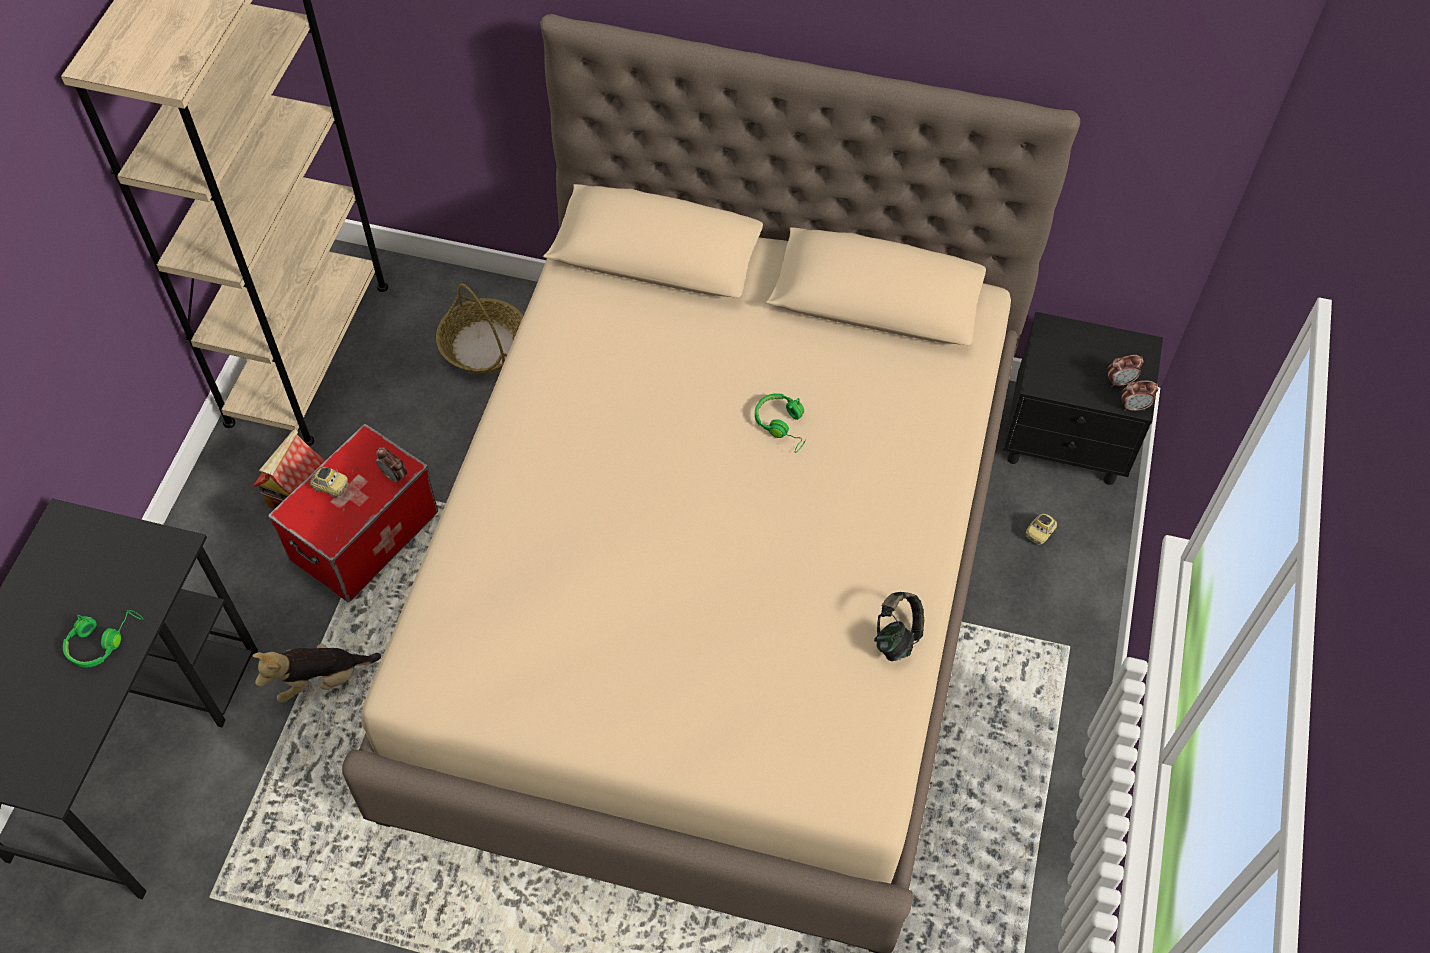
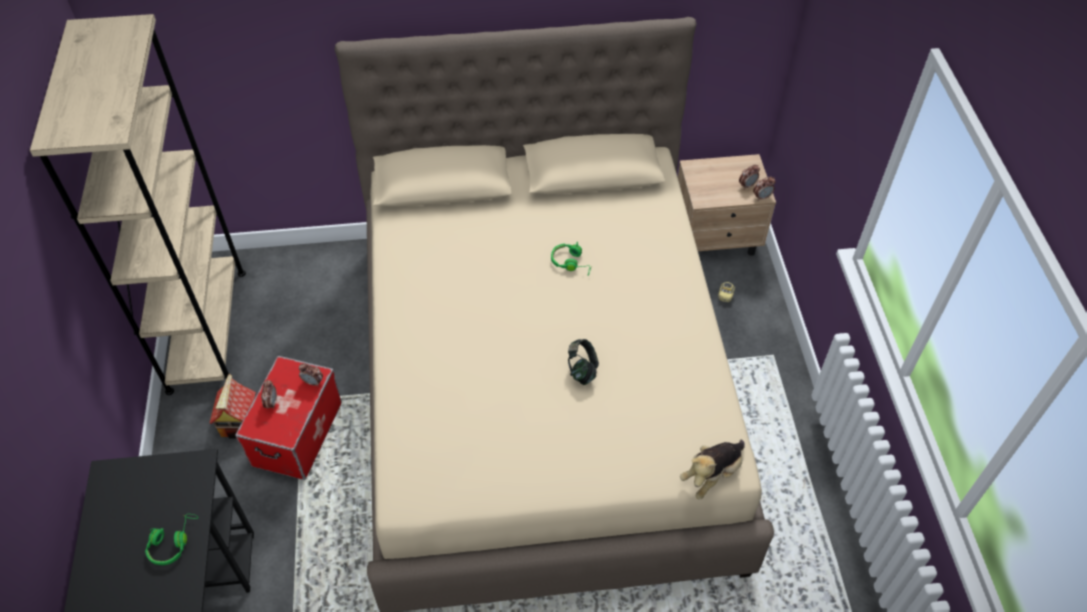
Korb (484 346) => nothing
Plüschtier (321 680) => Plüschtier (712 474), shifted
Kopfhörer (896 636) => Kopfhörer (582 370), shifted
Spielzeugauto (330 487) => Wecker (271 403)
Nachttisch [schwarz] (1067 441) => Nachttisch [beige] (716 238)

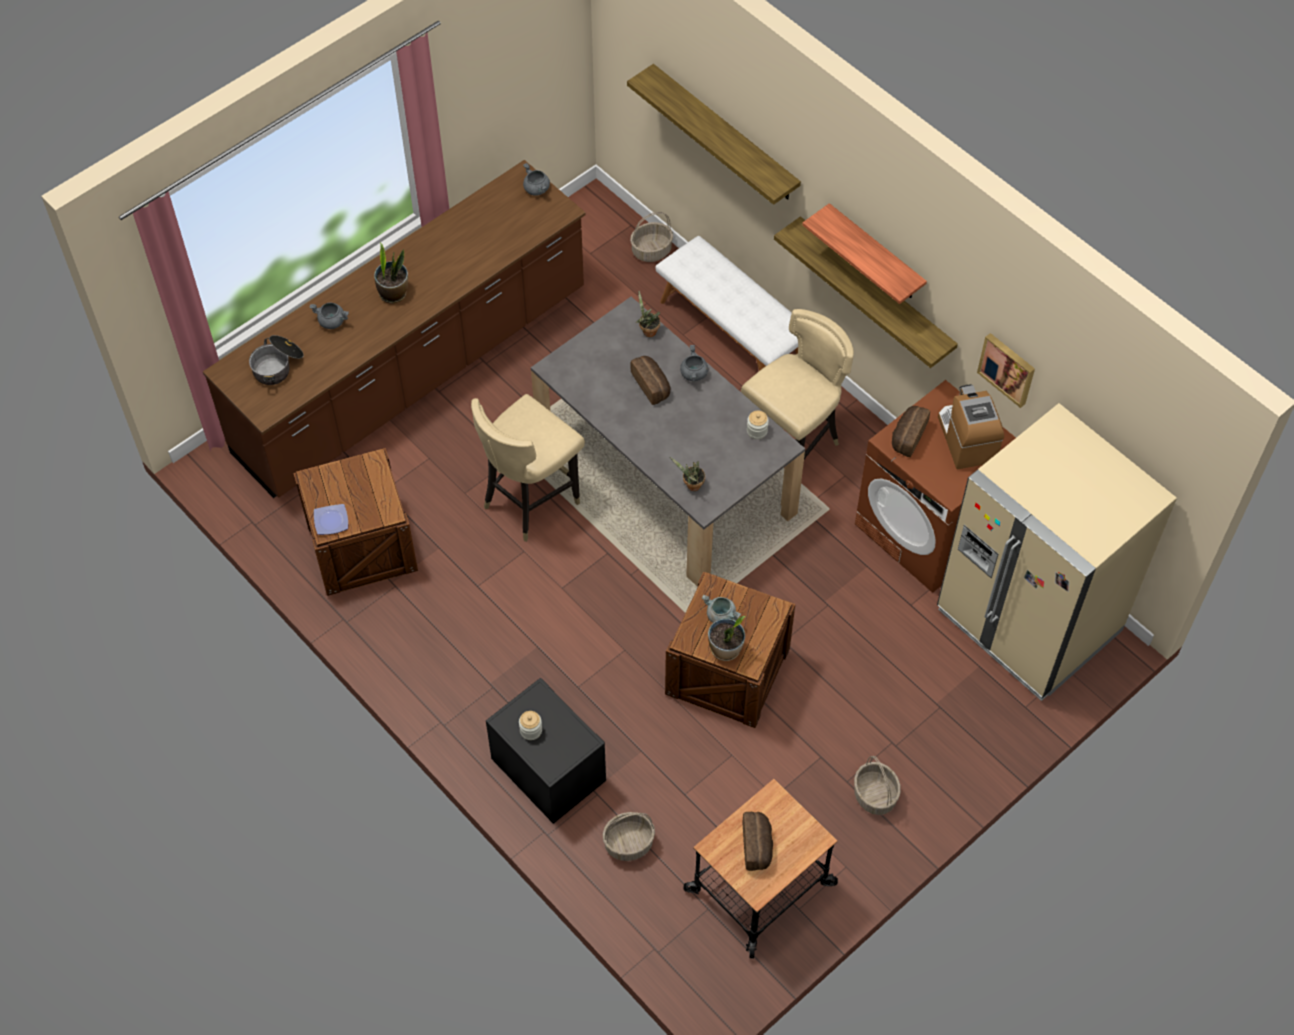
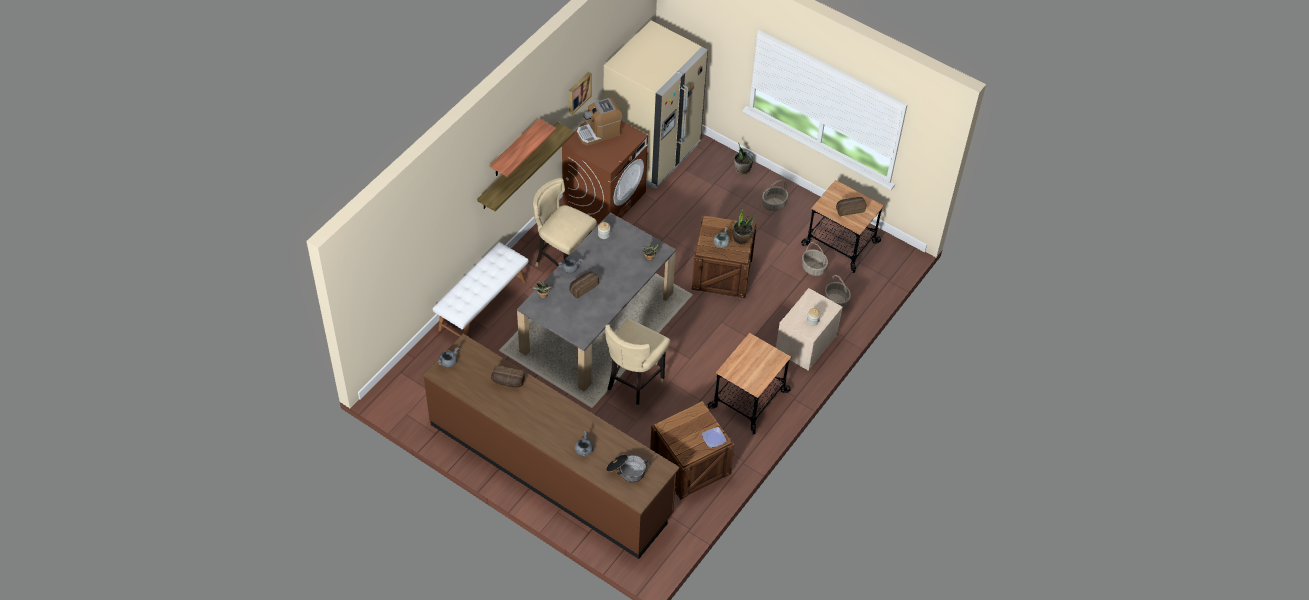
Wandregal (725 134) => nothing
nothing => Rollwagen (749 400)
Topfpflanze (393 293) => Topfpflanze (742 169), shifted
Korb (651 250) => Korb (813 268), shifted
Brot (907 436) => Brot (507 382), shifted
Nachttisch [schwarz] (548 768) => Nachttisch [beige] (805 343)
Stuhl [beige] (530 501) => Stuhl [beige] (633 385), 90 degrees clockwise

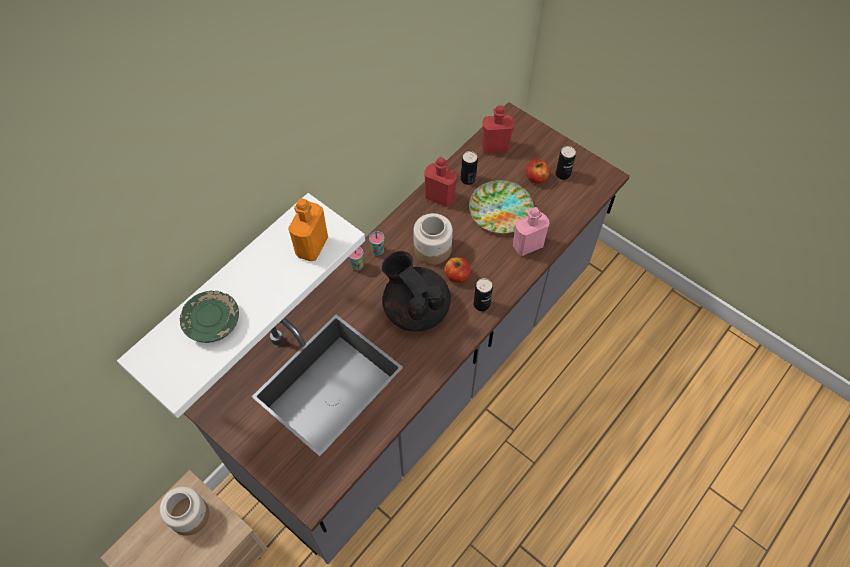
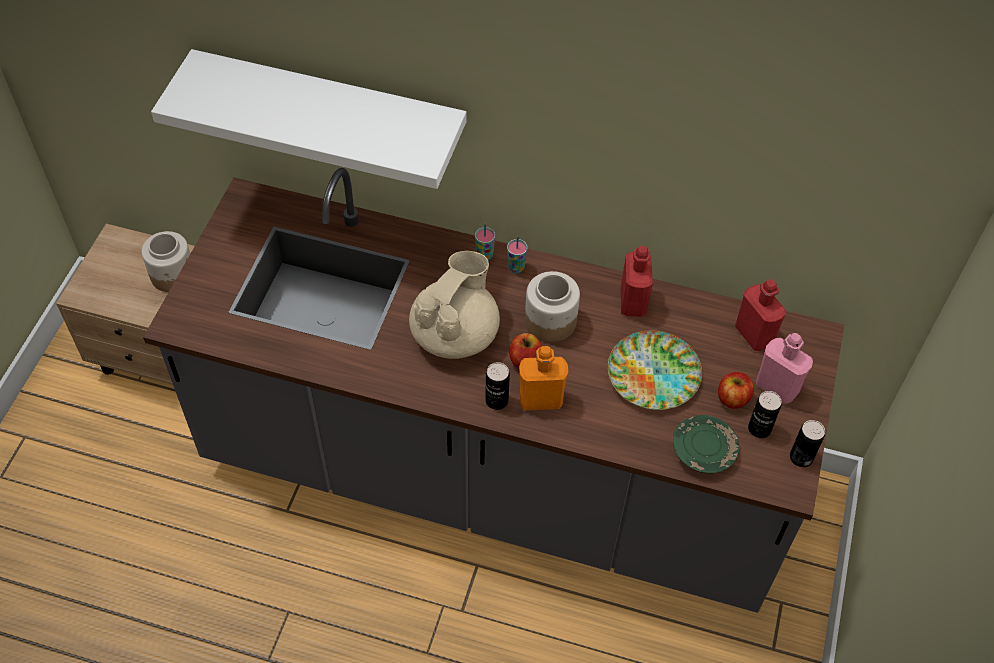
Teller [grün] (212 322) => Teller [grün] (703 450), shifted
Flasche [orange] (312 246) => Flasche [orange] (541 399), shifted
Dose (468 179) => Dose (801 457), shifted
Flasche [rosa] (527 245) => Flasche [rosa] (777 387), shifted
Teekanne [schwarz] (415 308) => Teekanne [beige] (455 334)

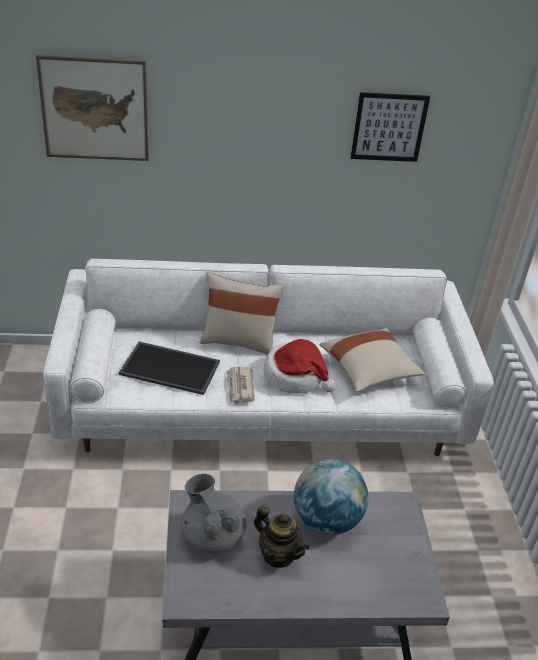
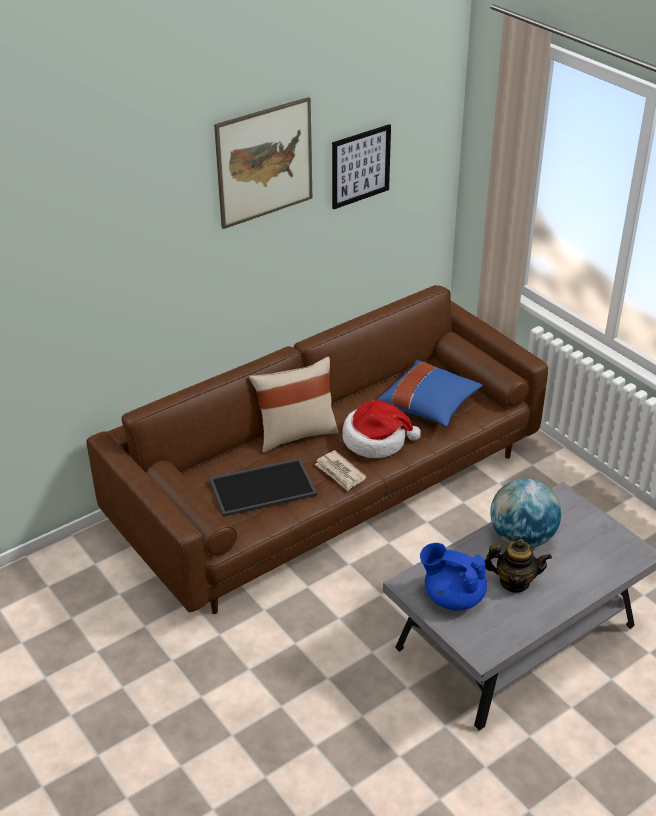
Bild (95 109) => Bild (264 162), shifted
Sofa [weiß] (262 404) => Sofa [braun] (328 489)
Teekanne [grau] (212 535) => Teekanne [blau] (452 597)
Kissen [beige] (369 371) => Kissen [blau] (429 406)

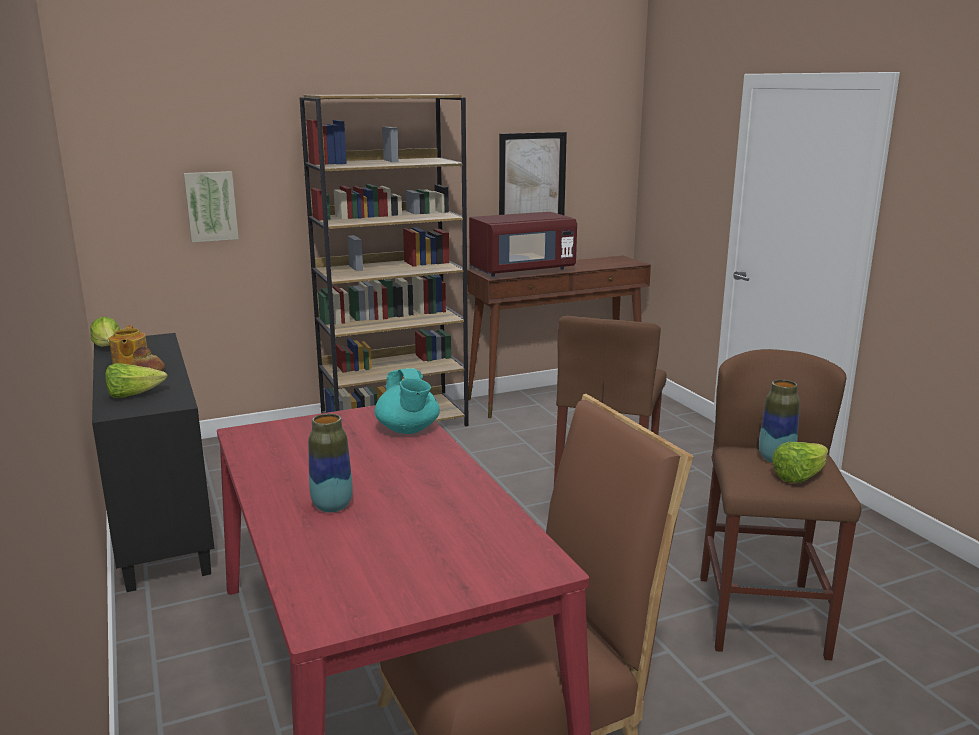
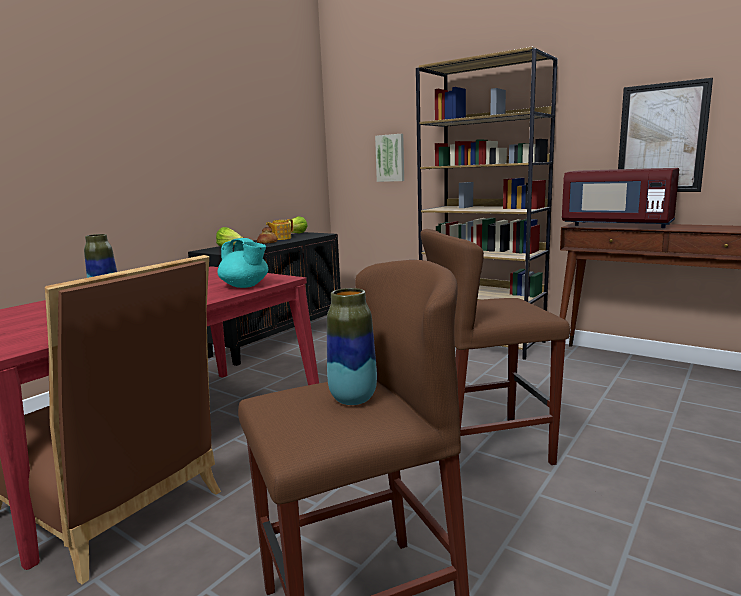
Salatkopf (799 477) => nothing
Teekanne [türkis] (408 430) => Teekanne [türkis] (245 286), 90 degrees counterclockwise

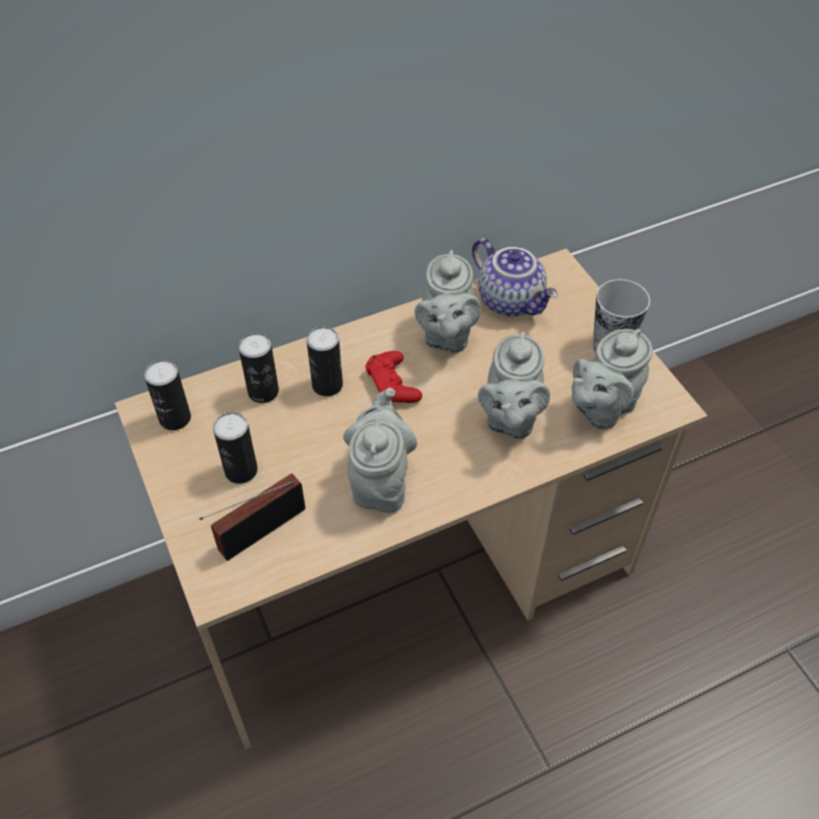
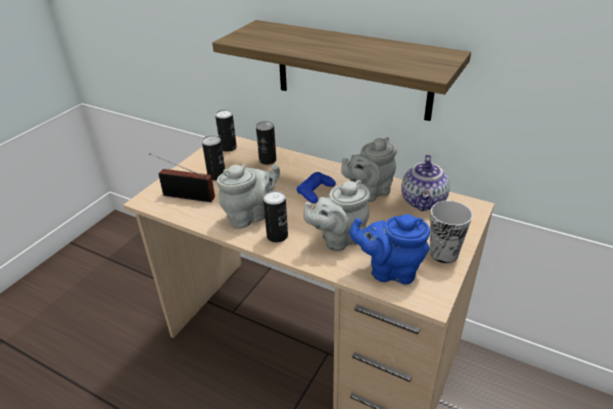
nothing => Wandregal (352 70)
Dose (327 385) => Dose (277 236), shifted
Gamepad [rot] (392 384) => Gamepad [blau] (315 191)
Teekanne [grau] (601 408) => Teekanne [blau] (390 270)

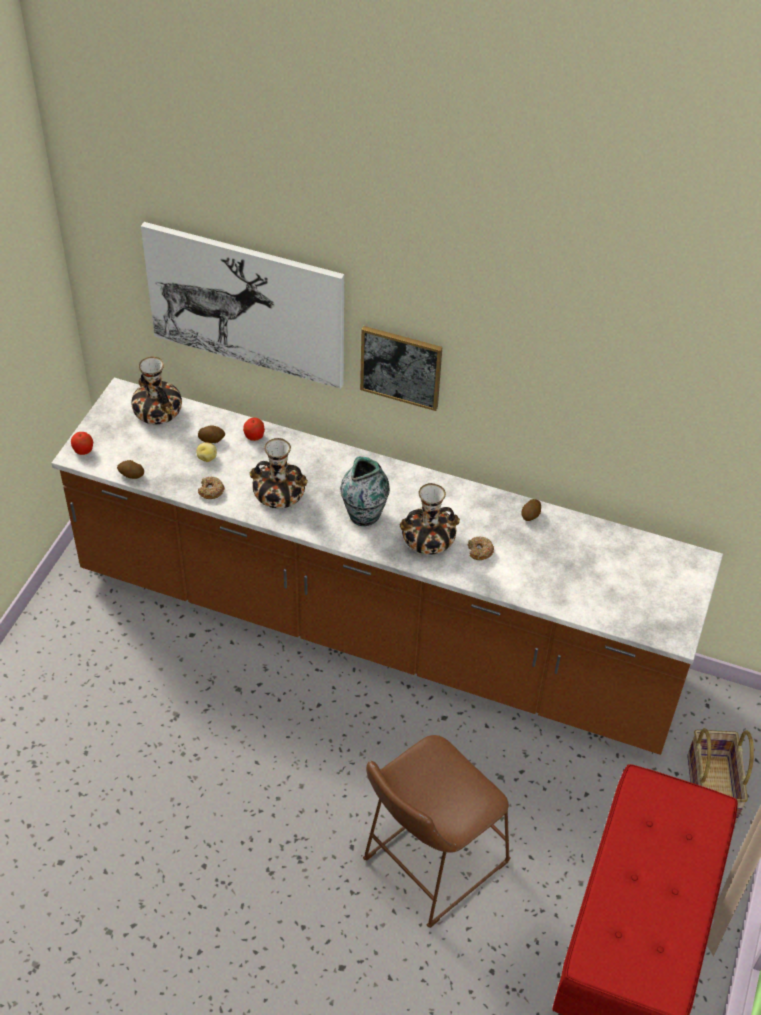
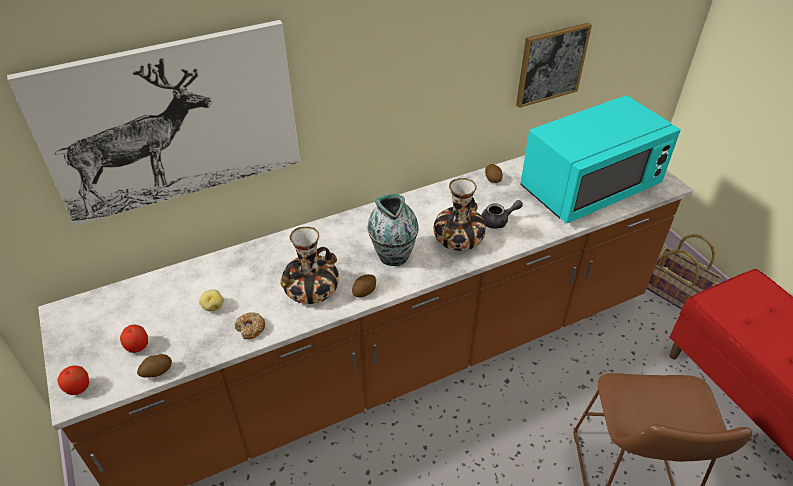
Vase (158 413) => nothing
nothing => Mikrowelle [türkis] (589 188)
Kartoffel (212 439) => Kartoffel (364 291), shifted
Apfel (254 437) => Apfel (138 346), shifted
Bild (401 367) => Bild (551 64), shifted
Donut (479 551) => Teekanne [grau] (498 221)

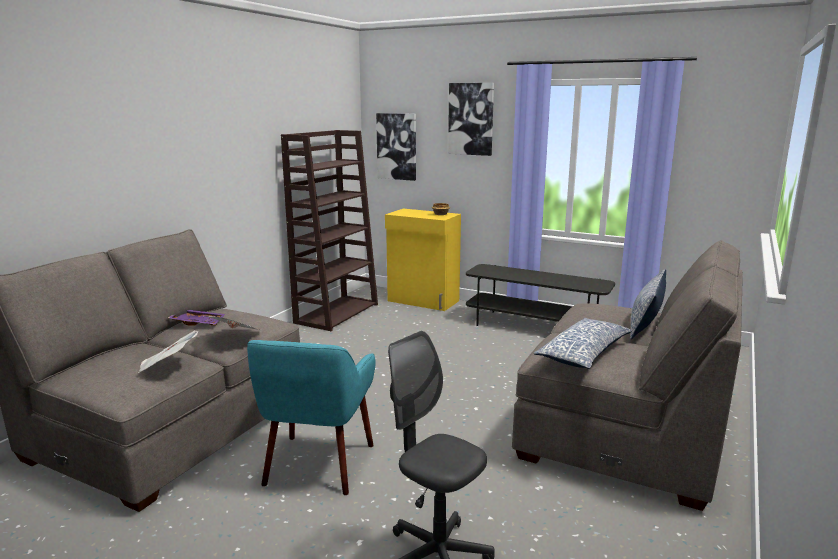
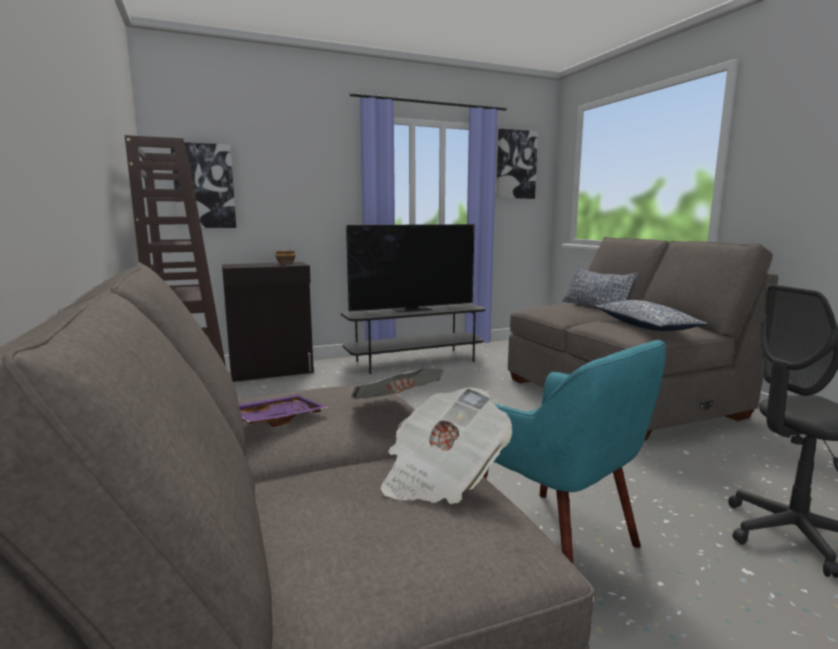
nothing => Fernseher (413 309)
Bild (471 119) => Bild (516 165), shifted
Schrank [gelb] (423 301) => Schrank [schwarz] (272 371)

